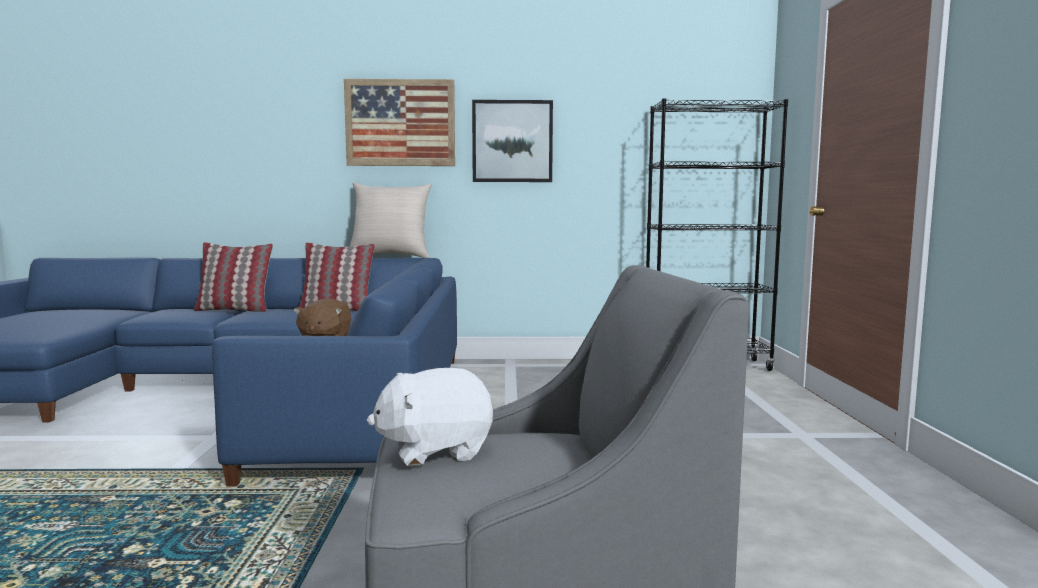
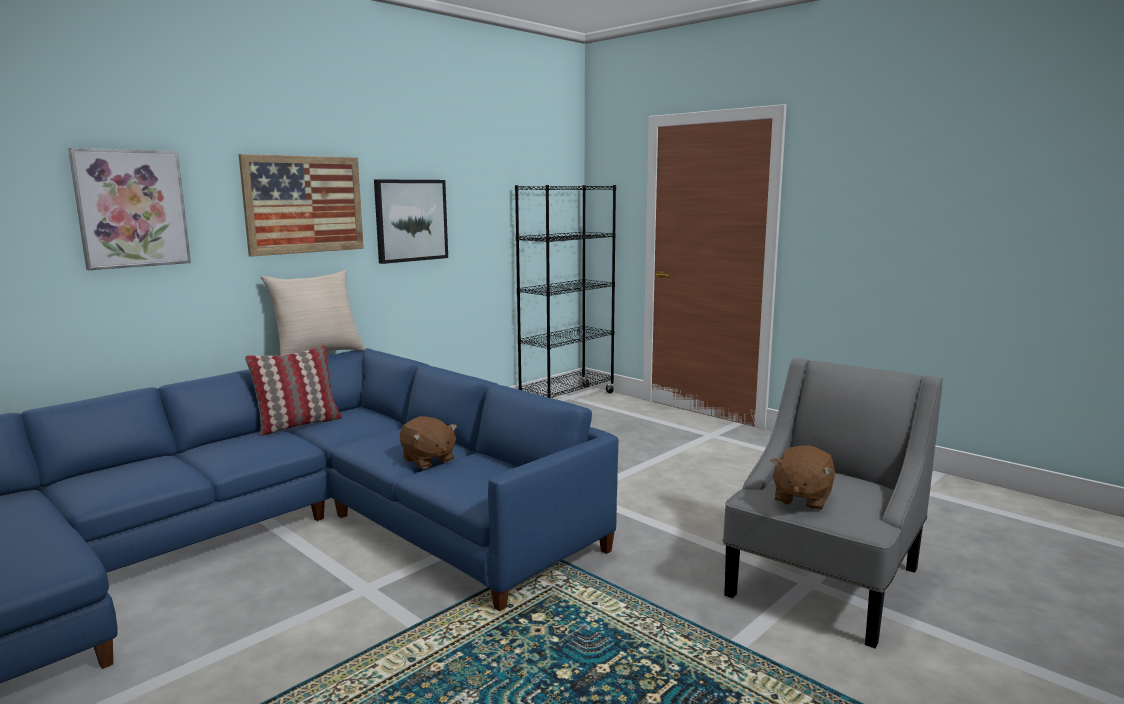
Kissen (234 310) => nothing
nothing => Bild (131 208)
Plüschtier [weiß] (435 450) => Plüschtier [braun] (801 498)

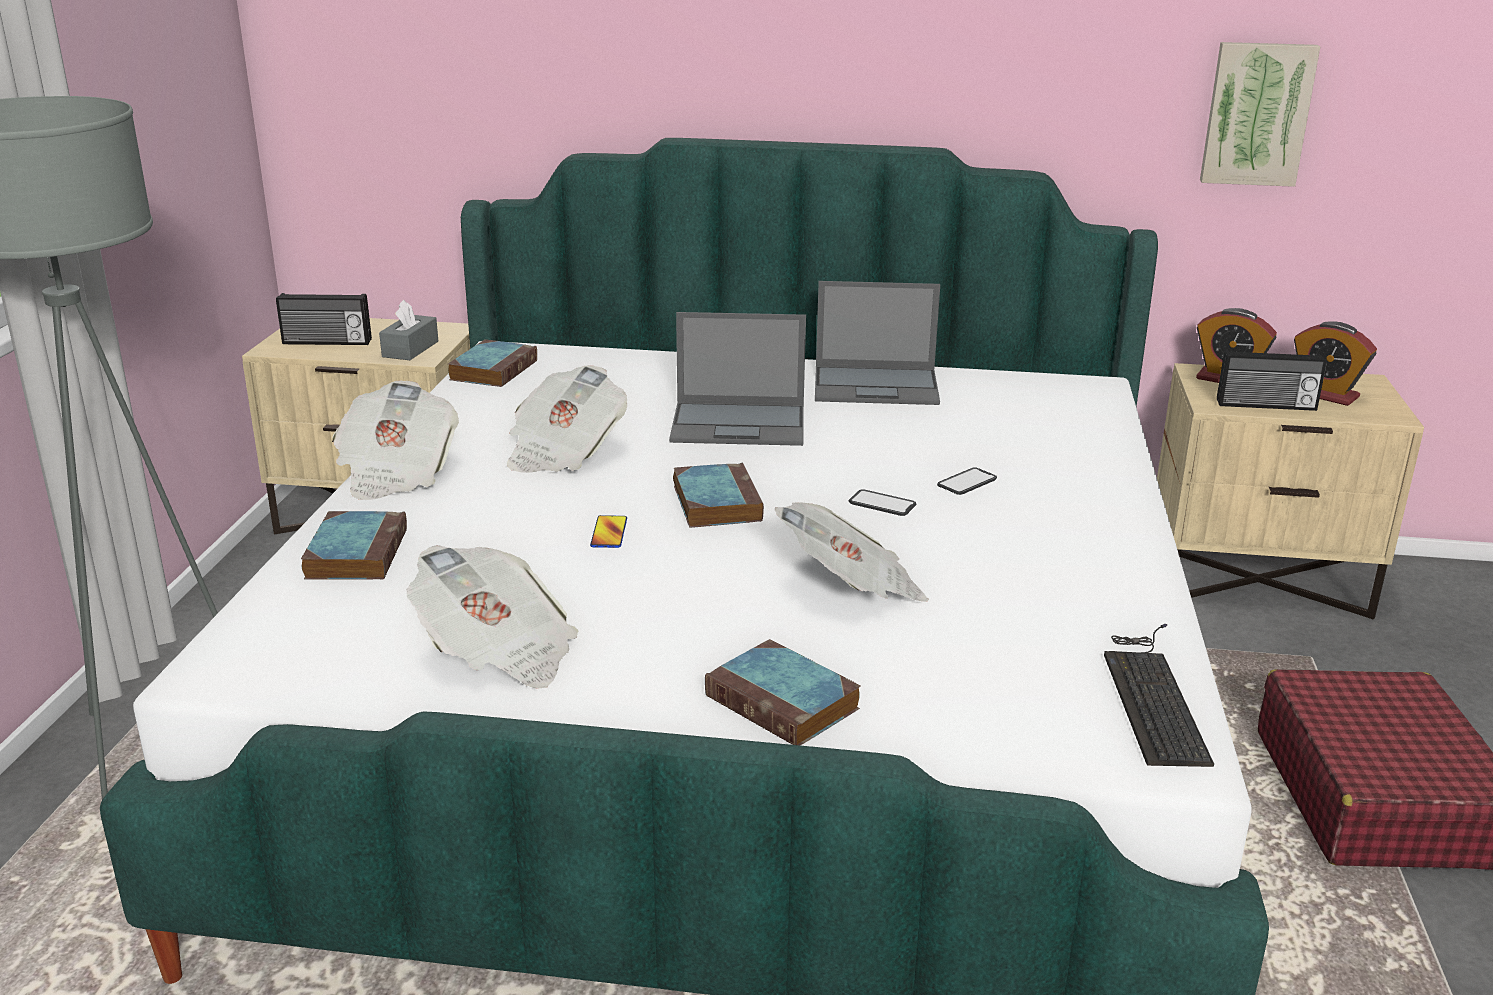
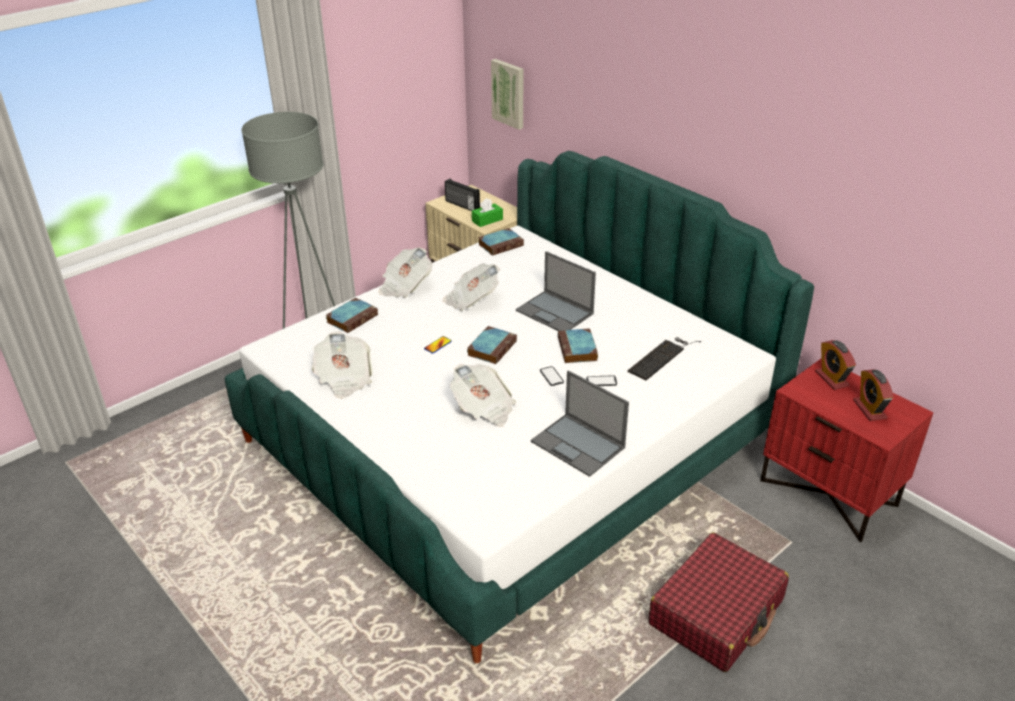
Radio (1266 405) => nothing
Buch (785 703) => Buch (578 350), shifted
Laptop (877 386) => Laptop (579 445), shifted
Tastatur (1152 694) => Tastatur (662 357), shifted
Bild (1257 114) => Bild (509 93), shifted
Taschentuchbox [grau] (410 349) => Taschentuchbox [grün] (487 220)
Nachttisch [beige] (1257 579) => Nachttisch [rot] (829 492)

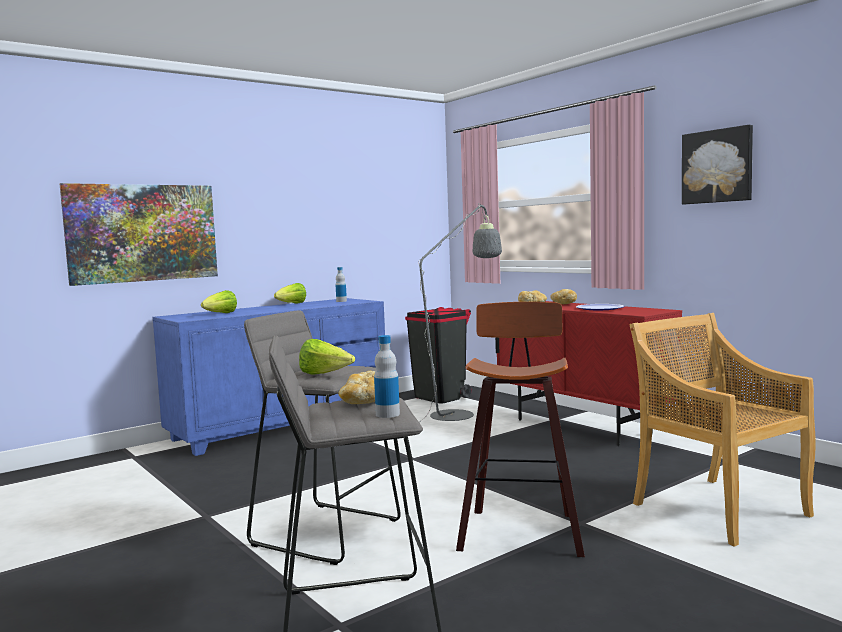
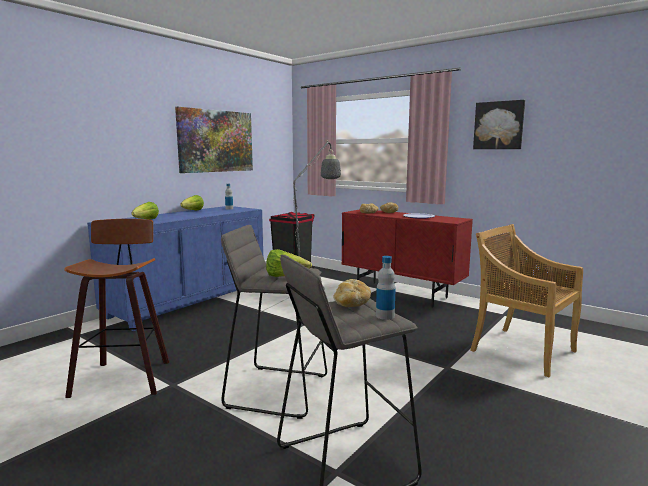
Bild (143 233) => Bild (216 141), shifted
Hocker (520 530) => Hocker (124 377), shifted

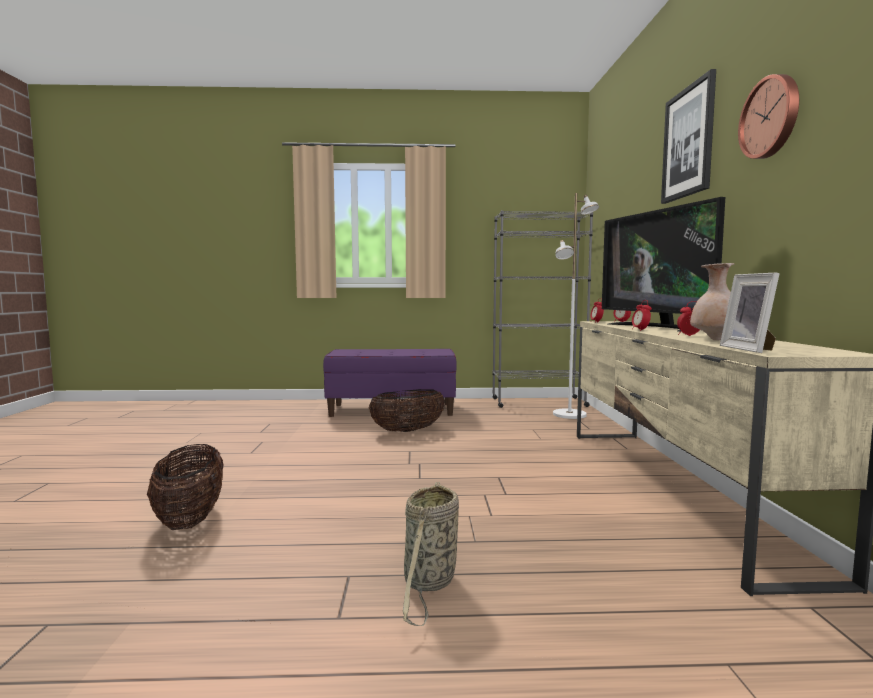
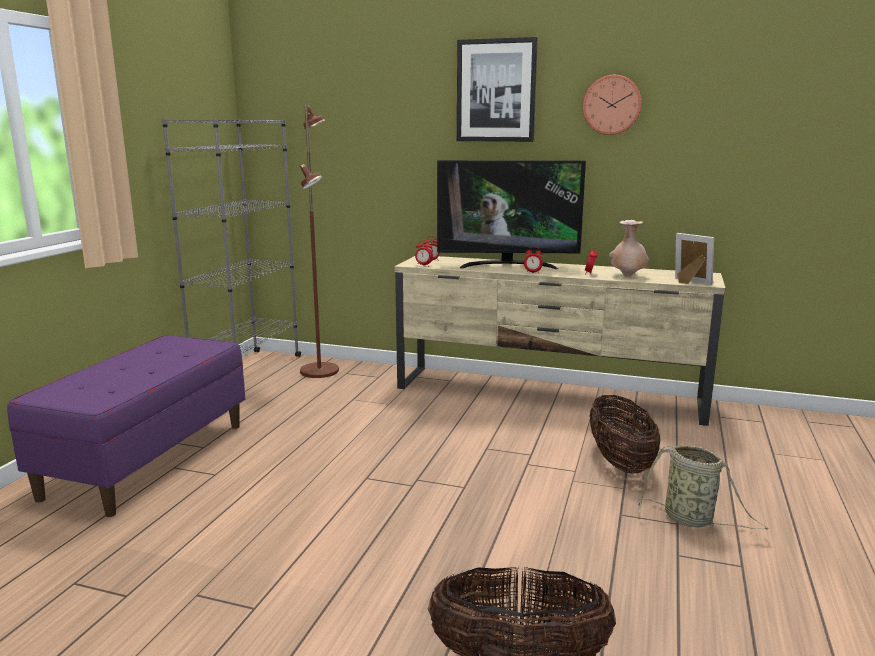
Korb (407 430) => Korb (620 462), shifted
Stehlampe [weiß] (570 415) => Stehlampe [braun] (320 371)
Bilderrahmen (751 349) => Bilderrahmen (689 282), 150 degrees counterclockwise

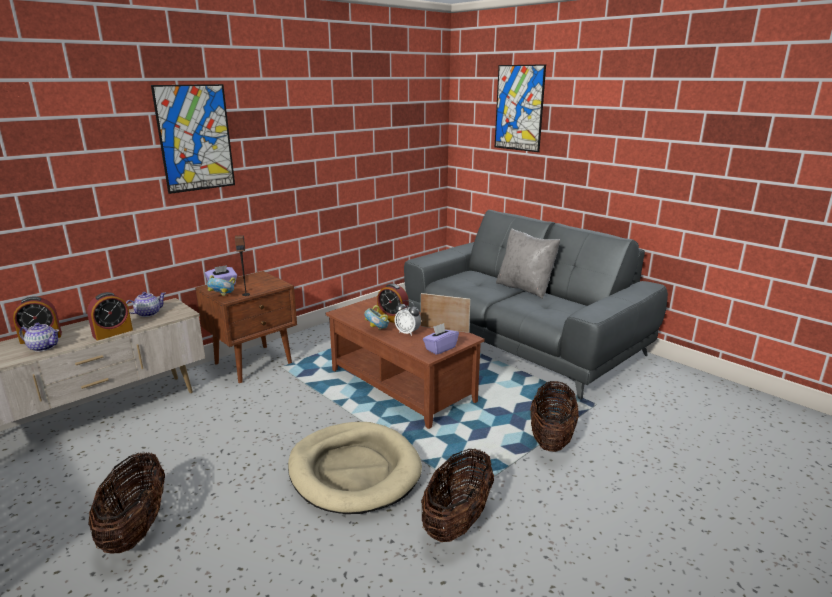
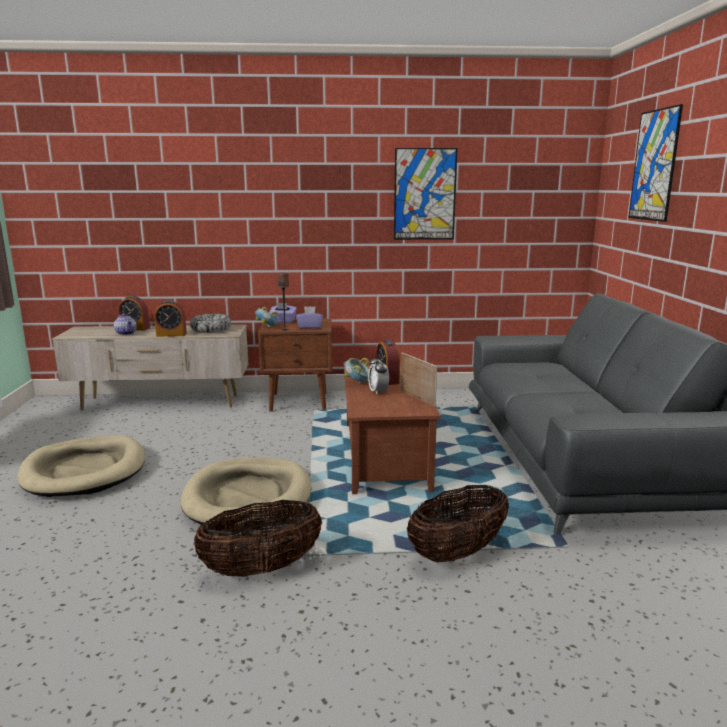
Kissen [grau] (525 288) => nothing
Bild (195 138) => Bild (424 194), shifted
Taschentuchbox [lila] (440 348) => Taschentuchbox [lila] (310 327), shifted
Korb (136 528) => Hundebett [beige] (85 471)
Teekanne (147 313) => Schüssel (211 329)

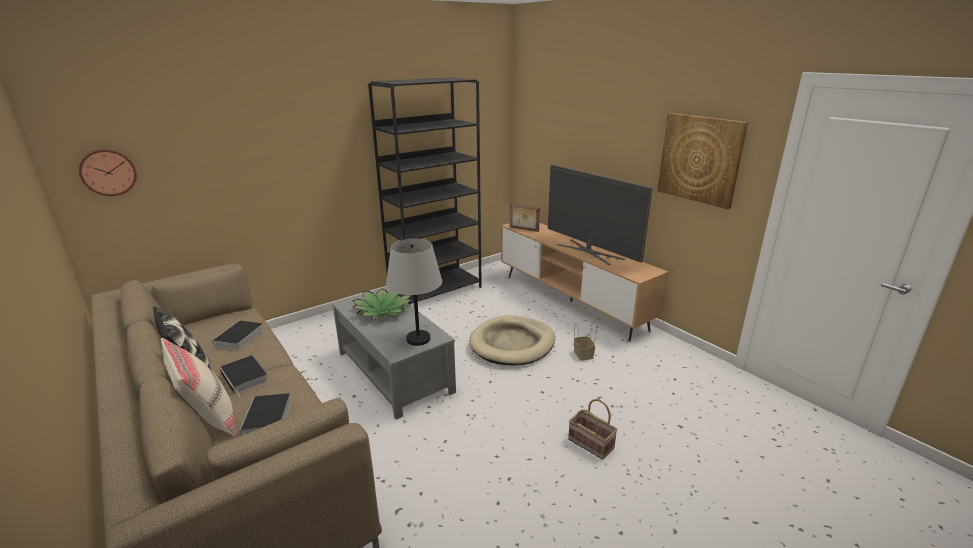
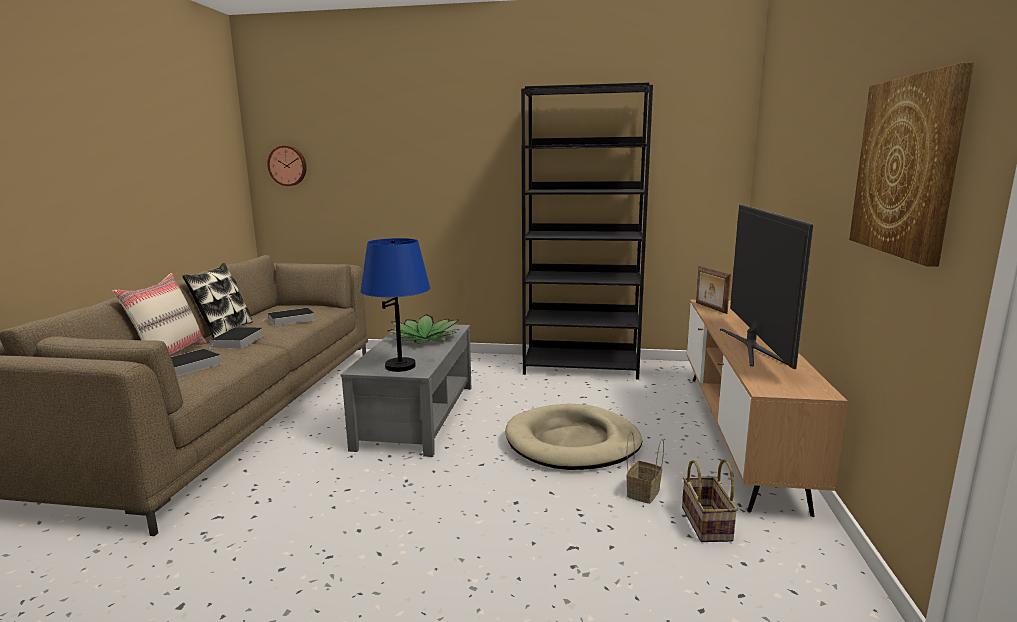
Korb (592 444) => Korb (708 524), shifted
Tischlampe [grau] (418 339) => Tischlampe [blau] (400 366)

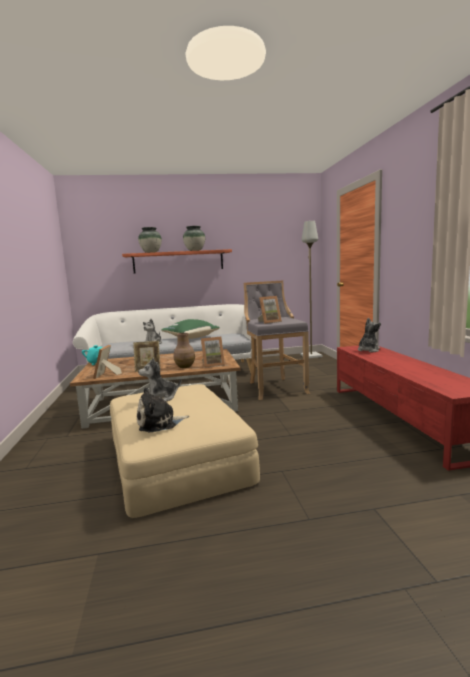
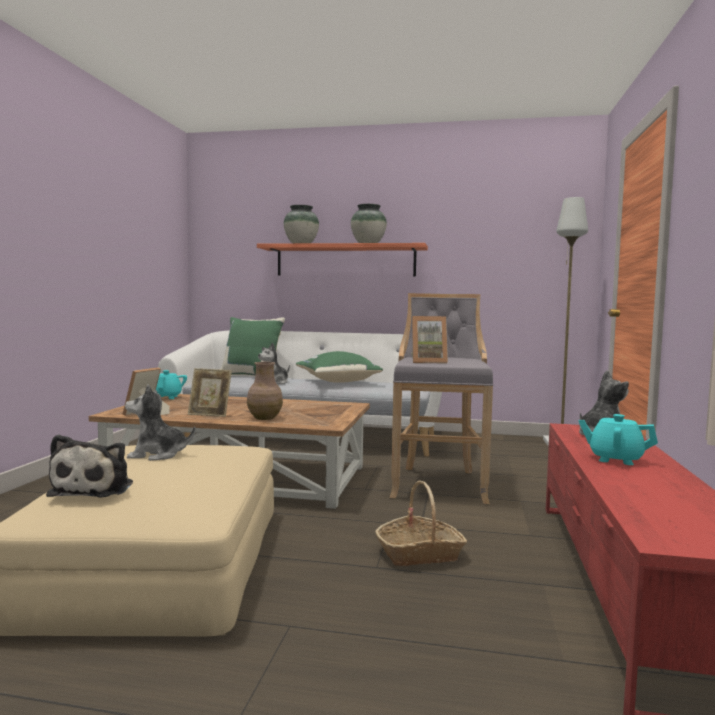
Bilderrahmen (213 364) => nothing
nothing => Kissen [grün] (252 376)
nothing => Korb (420 553)
nothing => Teekanne [türkis] (615 459)
Plüschtier (159 423) => Plüschtier (95 488), 90 degrees counterclockwise

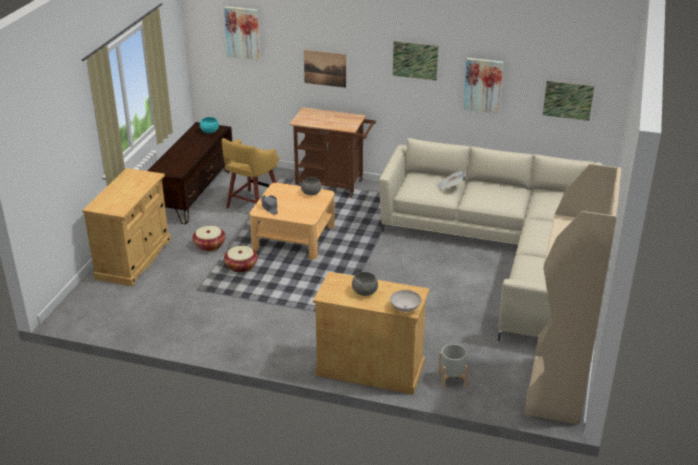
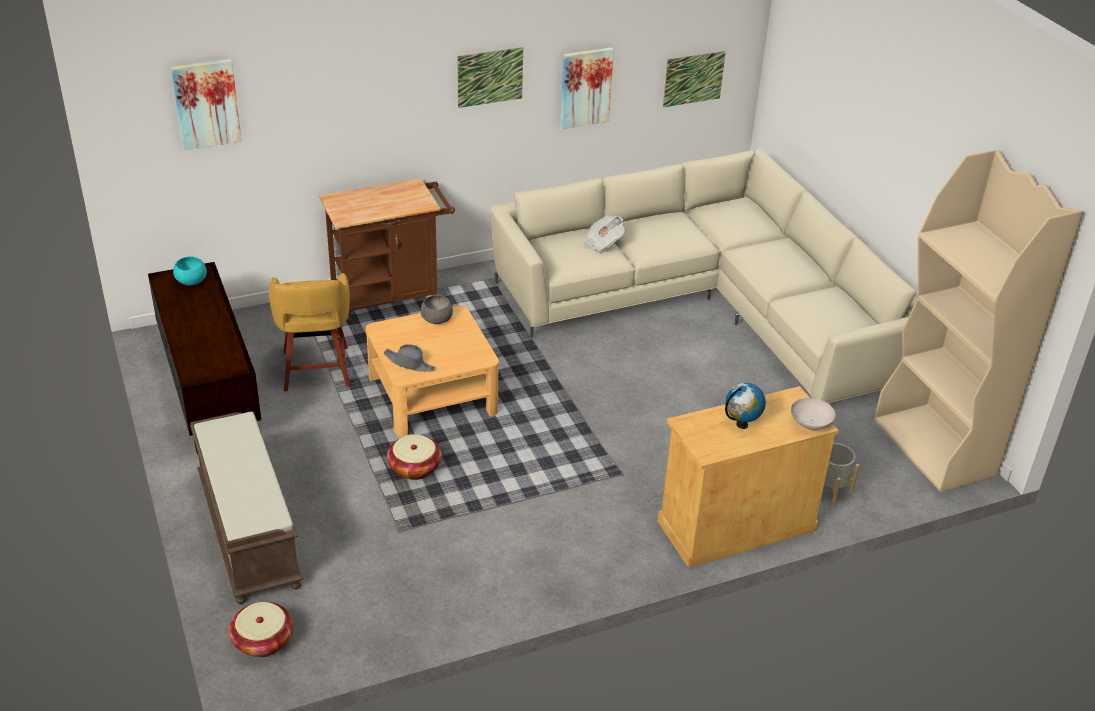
Bild (325 68) => nothing
Korb (209 245) => Korb (263 641), shifted
Schrank [beige] (134 259) => Bank [braun] (247 531)
Schüssel [grau] (365 291) => Globus (742 425)

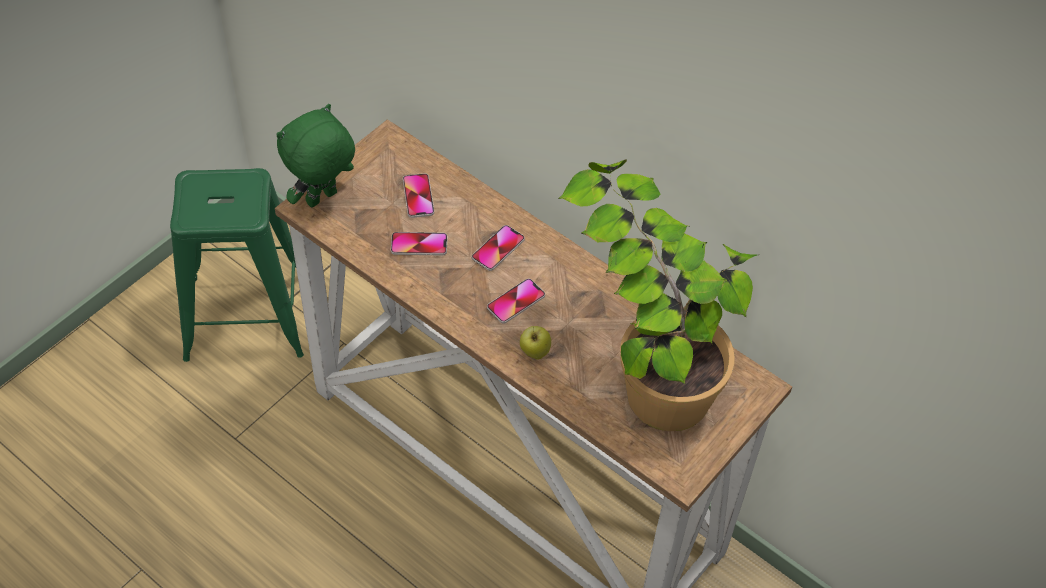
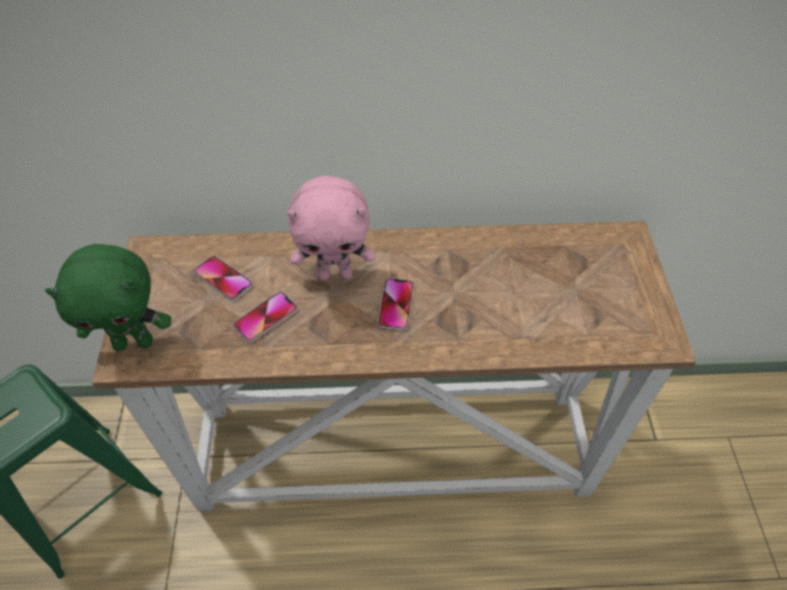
Apfel (534 352) => nothing
Topfpflanze (647 361) => nothing
Handy (498 249) => Plüschtier [rosa] (335 274)
Plüschtier [grün] (322 199) => Plüschtier [grün] (134 342), 105 degrees counterclockwise

